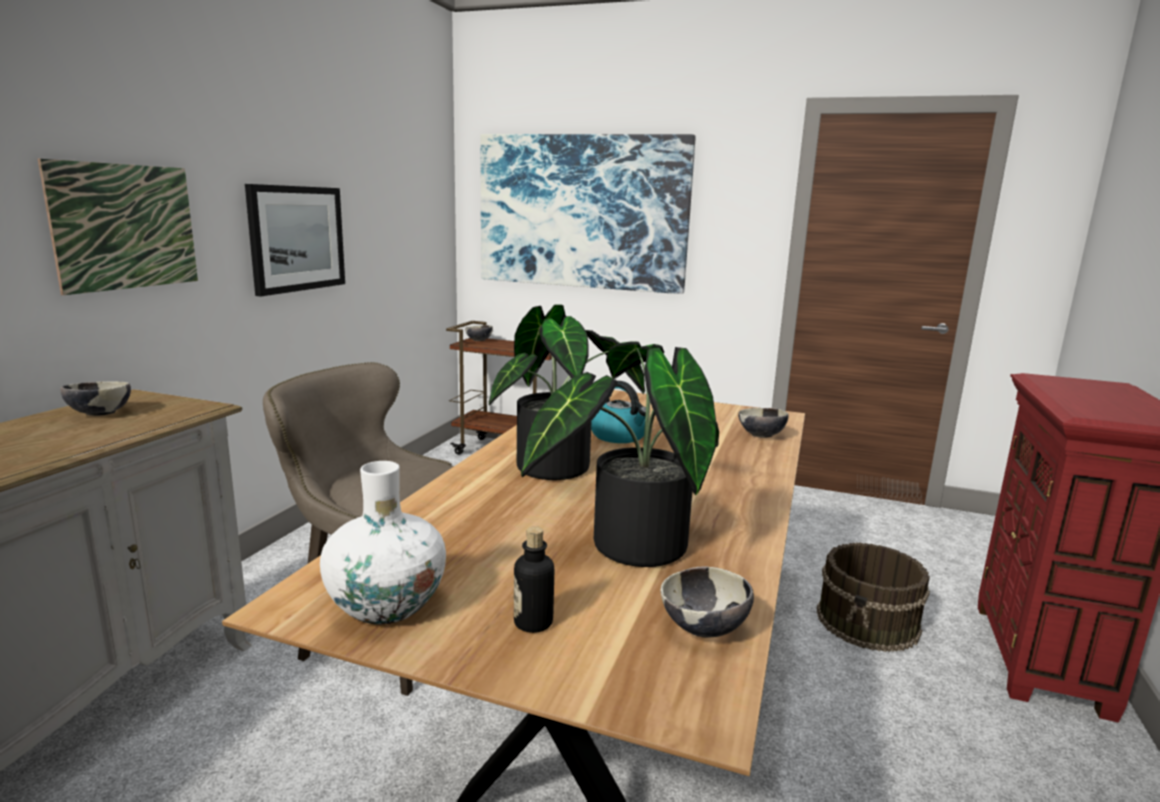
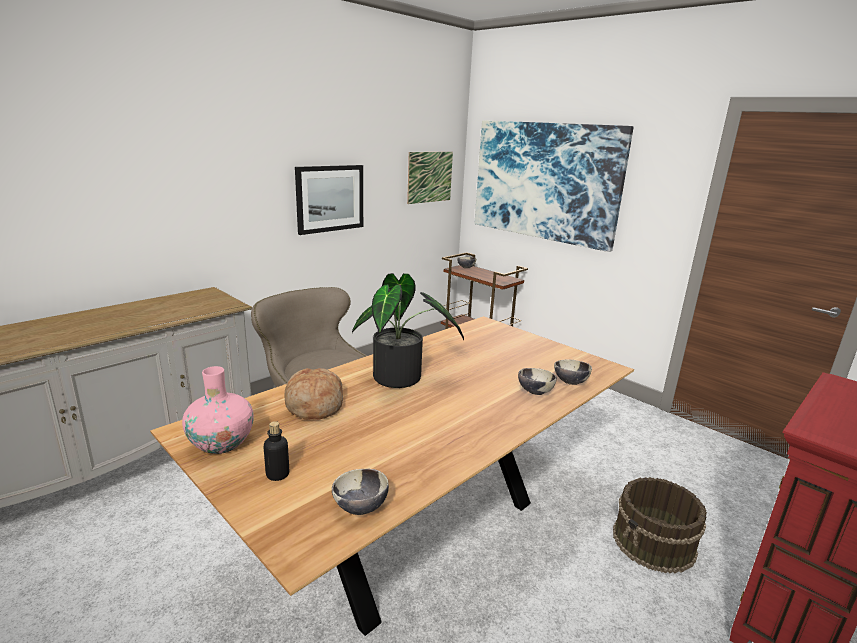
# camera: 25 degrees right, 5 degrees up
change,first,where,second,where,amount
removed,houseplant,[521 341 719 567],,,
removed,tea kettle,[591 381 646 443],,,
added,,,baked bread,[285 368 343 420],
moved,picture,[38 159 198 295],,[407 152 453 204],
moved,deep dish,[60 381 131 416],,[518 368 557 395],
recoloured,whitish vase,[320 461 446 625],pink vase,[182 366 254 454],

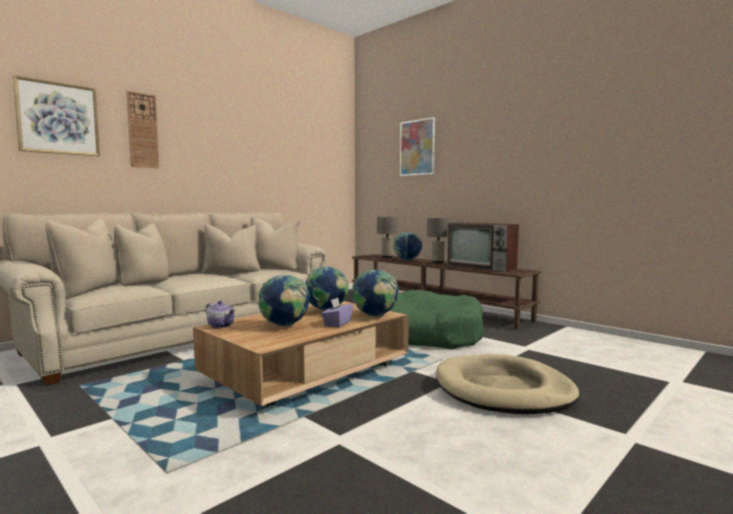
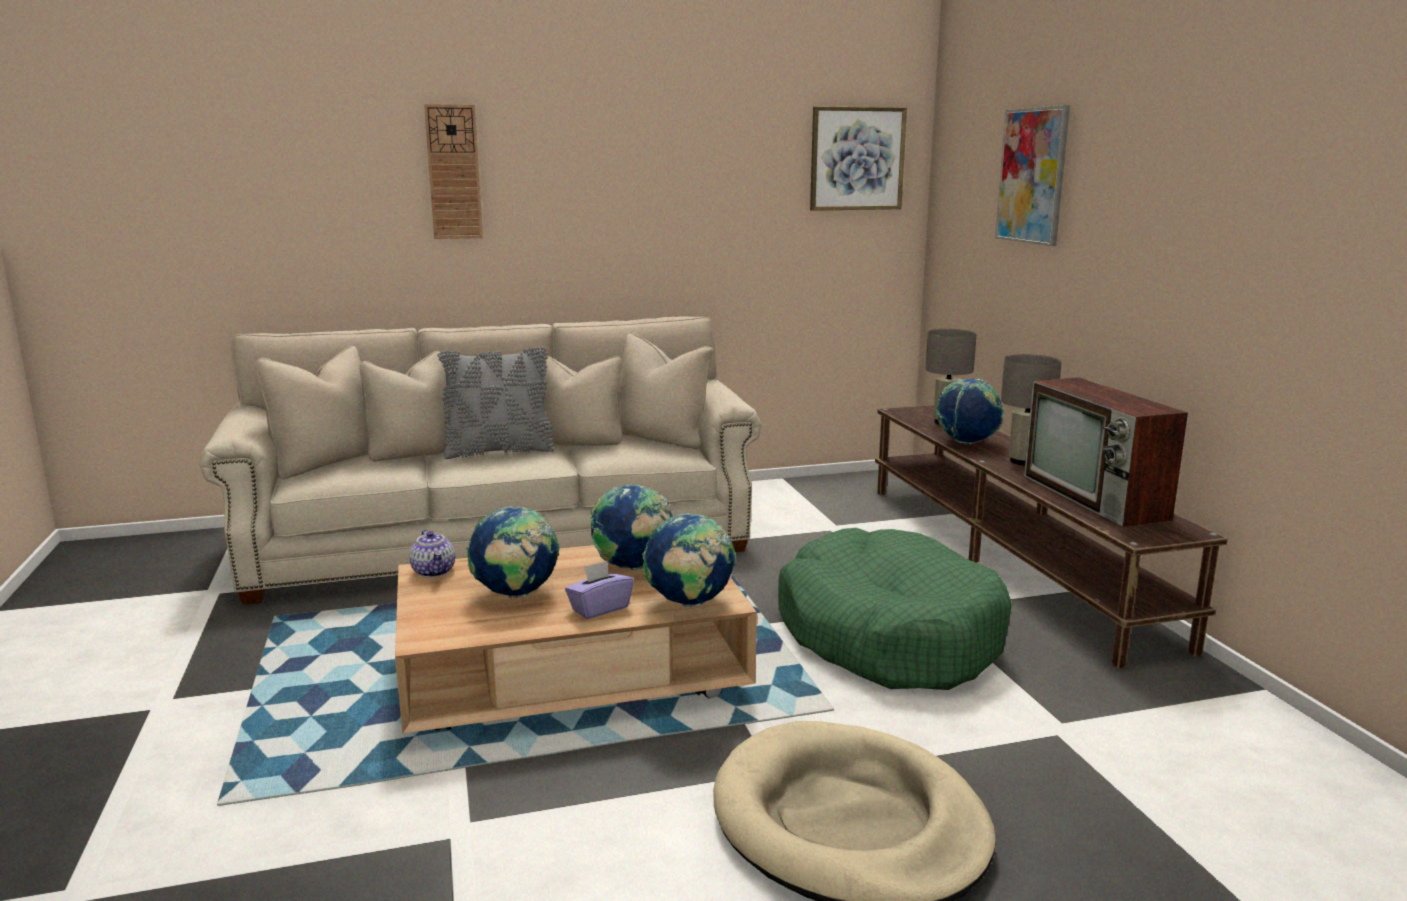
# camera: 30 degrees right, 10 degrees up
change,first,where,second,where,amount
added,,,gray pillow,[437 347 554 459],
moved,picture,[13 75 100 156],,[810 106 907 211],

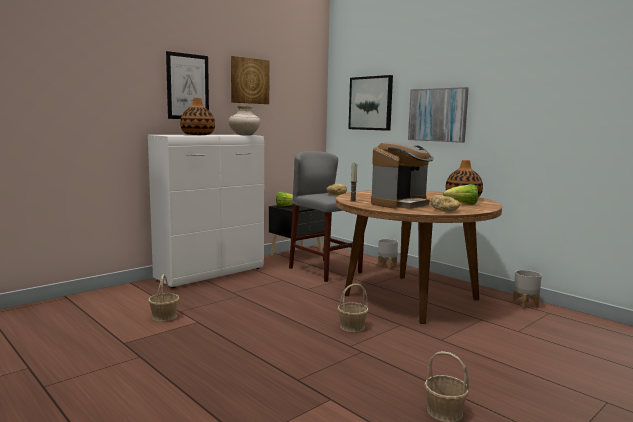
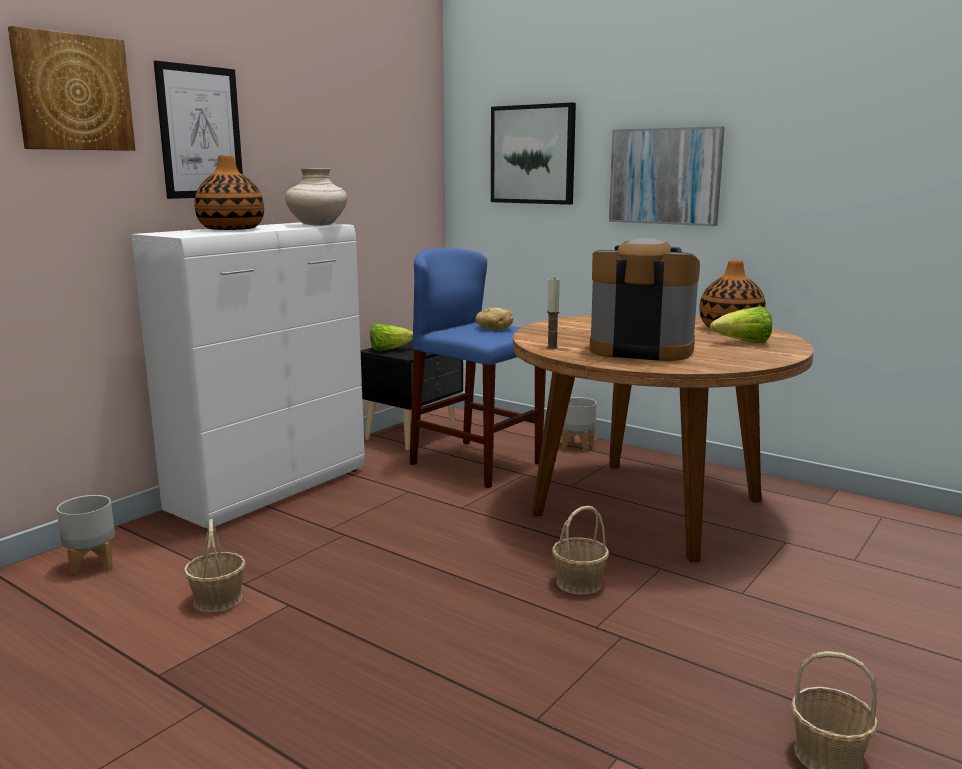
# camera: 10 degrees left, 5 degrees up
change,first,where,second,where,amount
removed,baked bread,[431 195 460 211],,,
moved,picture,[231 56 270 104],,[8 26 135 151],
moved,gray plant pot,[512 270 542 309],,[57 495 115 577],
recoloured,gray stool,[289 151 364 282],bluish stool,[410 248 546 488],
turned,coffee machine,[371 142 434 209],,[590 238 700 361],105 degrees counterclockwise

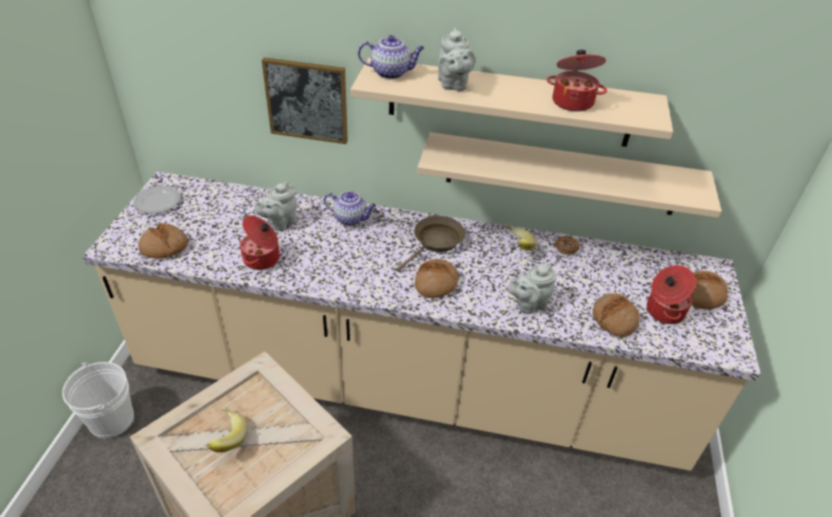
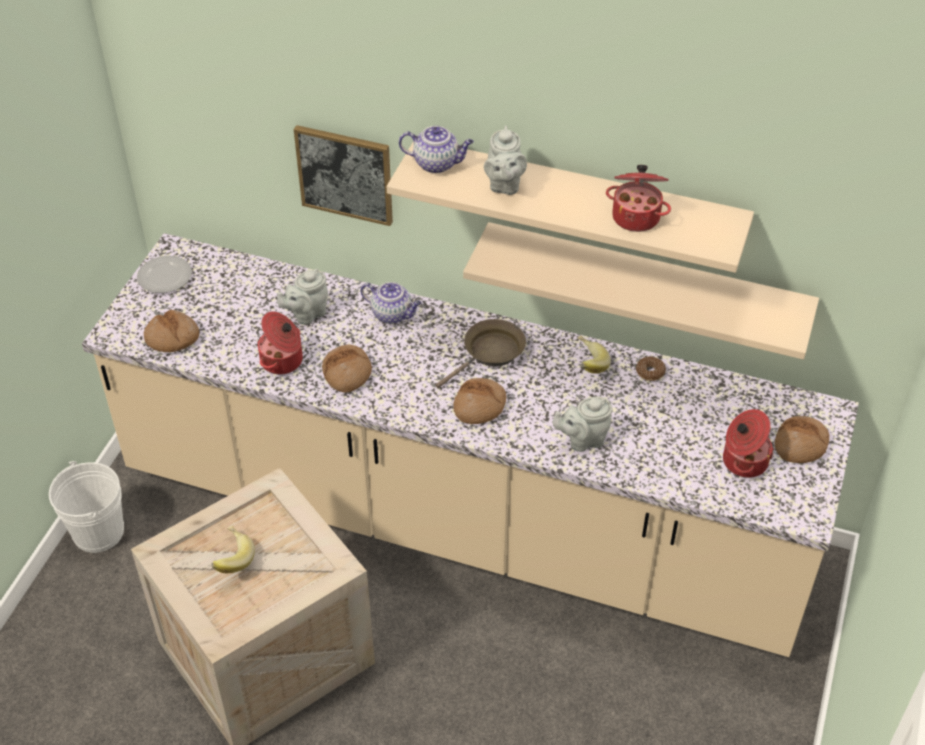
# camera: 10 degrees right, 5 degrees up
change,first,where,second,where,amount
moved,baked bread,[593 293 640 337],,[322 345 372 393],

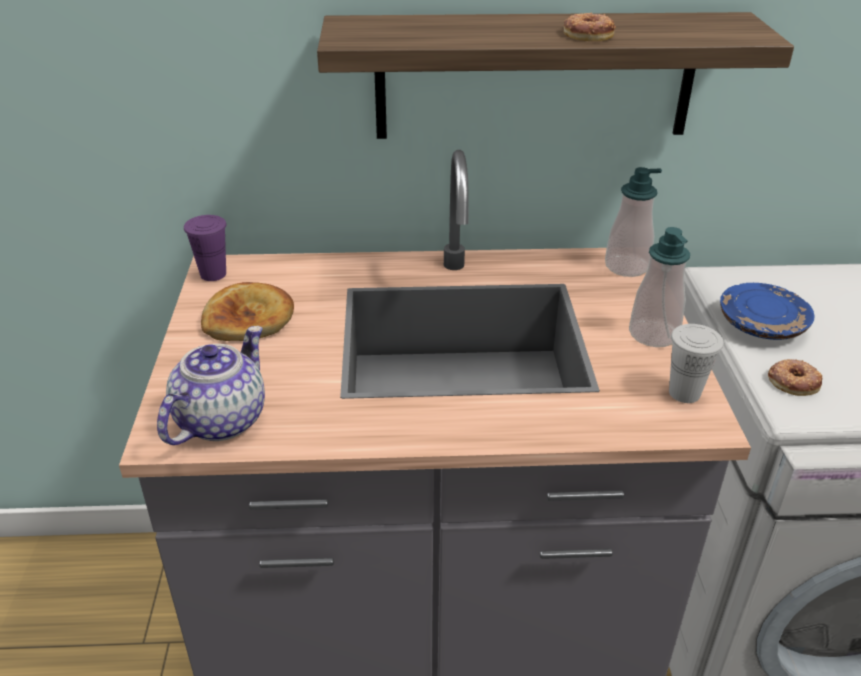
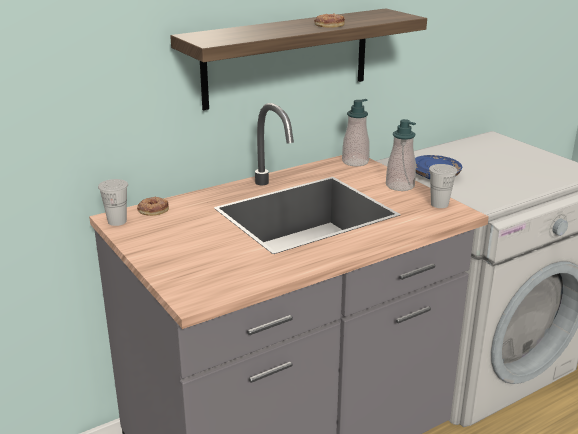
# camera: 30 degrees left, 10 degrees down
change,first,where,second,where,amount
removed,teapot,[157 326 265 445],,,
removed,baked bread,[201 282 294 341],,,
moved,ring doughnut,[768 359 822 396],,[137 196 169 216],
recoloured,purple-coloured cup,[184 215 227 281],whitish cup,[98 179 128 226],

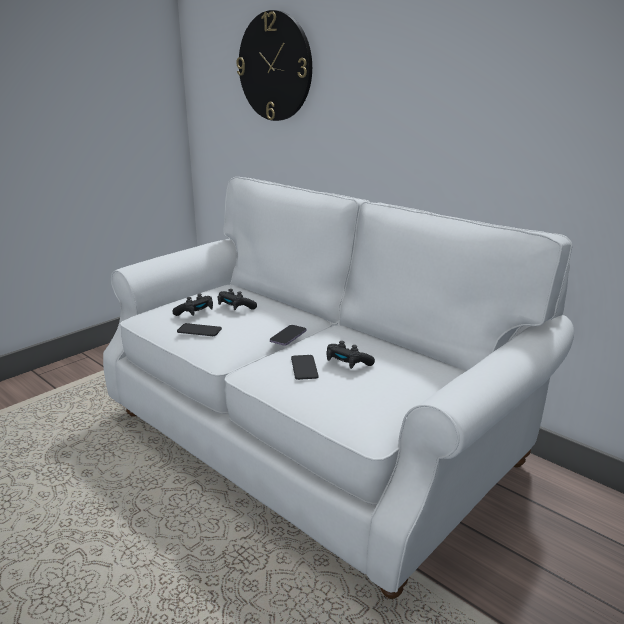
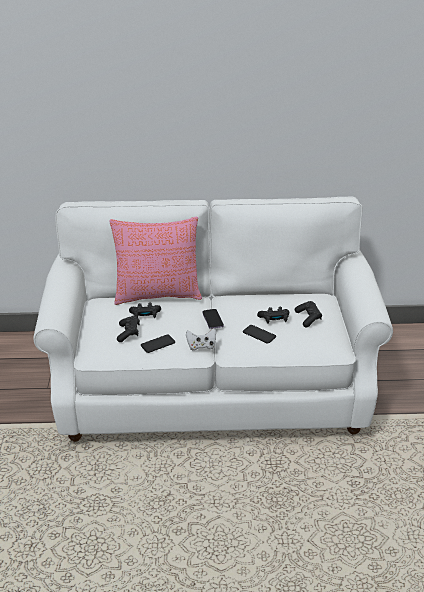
# camera: 45 degrees left, 10 degrees up
change,first,where,second,where,amount
removed,clock on the wall,[236 10 312 121],,,
added,,,pink pillow,[110 217 202 305],
added,,,whitish gamepad,[186 328 216 351],
added,,,black gamepad,[295 301 322 328],

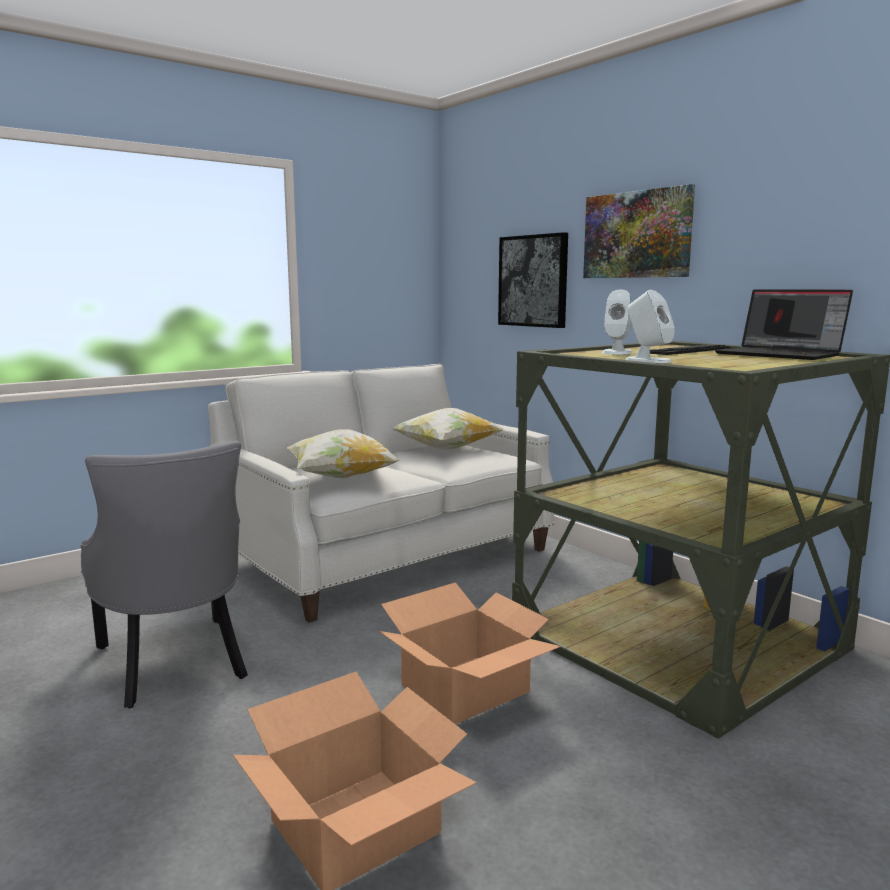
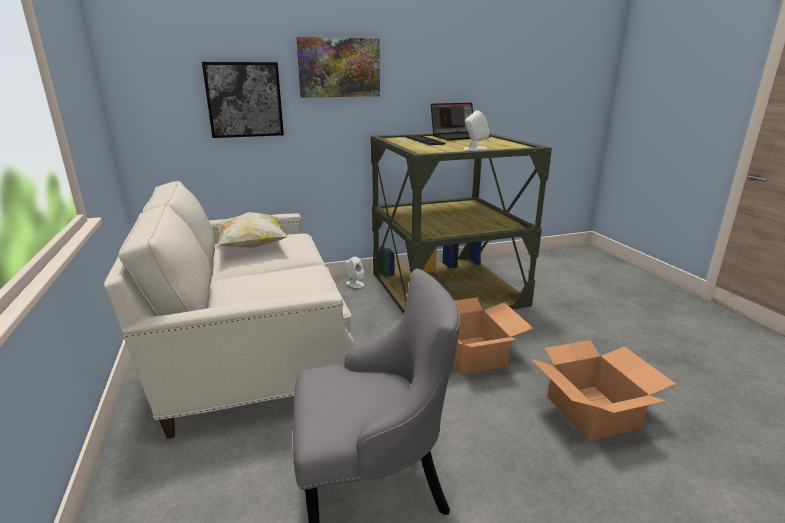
# camera: 70 degrees left, 10 degrees up
change,first,where,second,where,amount
removed,pillow,[286 429 400 478],,,
moved,whitish audio speaker,[602 290 632 355],,[346 257 365 288],

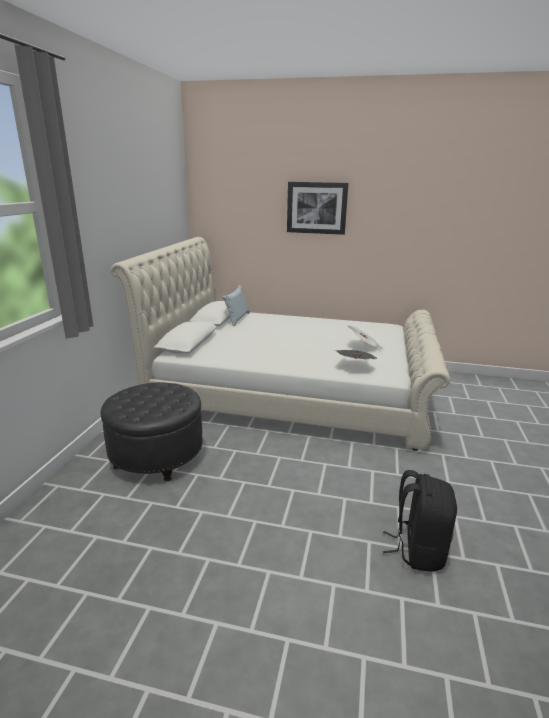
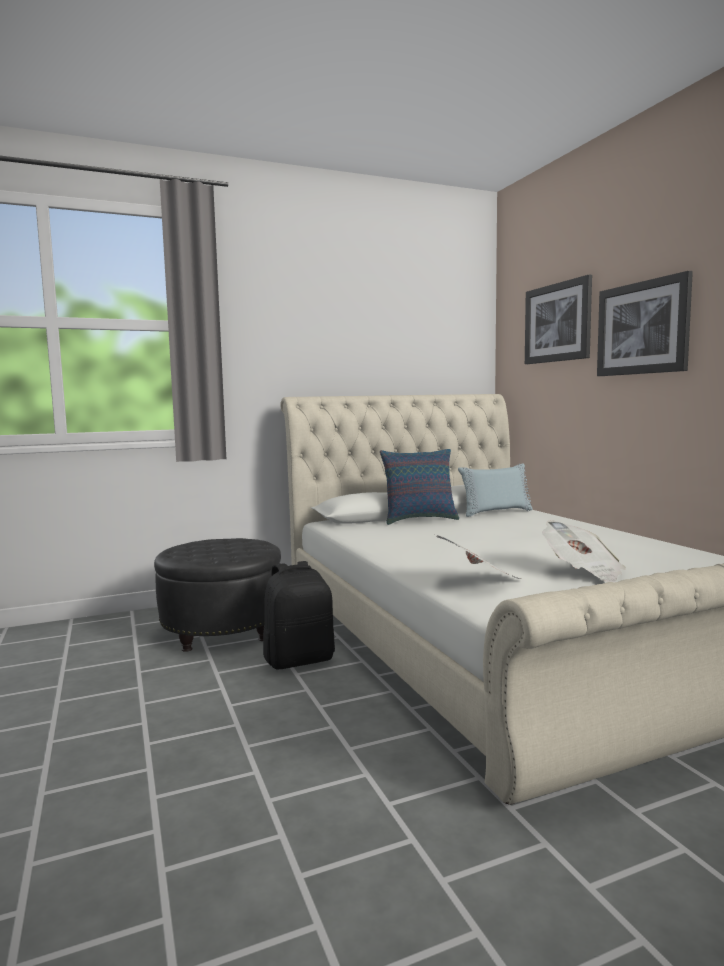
# camera: 55 degrees right, 15 degrees down
change,first,where,second,where,amount
added,,,bluish pillow,[380 449 459 525],
added,,,picture,[525 275 592 364],
moved,black knapsack,[383 470 457 572],,[263 561 335 669],

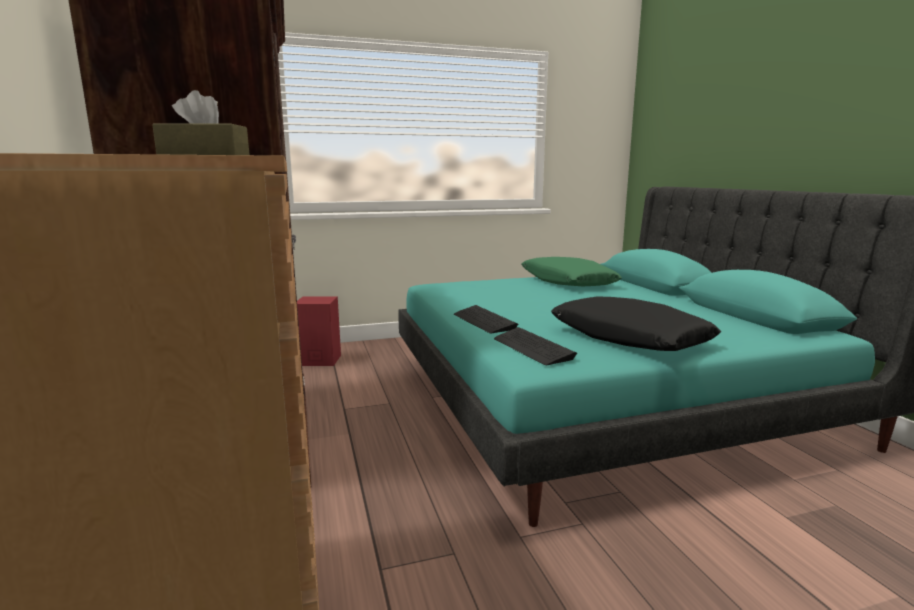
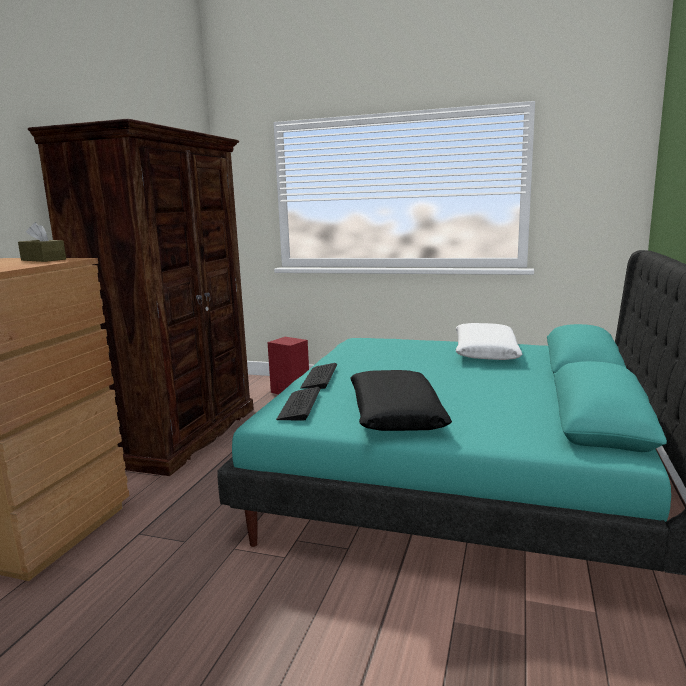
# camera: 35 degrees right, 0 degrees up
change,first,where,second,where,amount
recoloured,green pillow,[522 257 622 286],whitish pillow,[455 323 523 360],

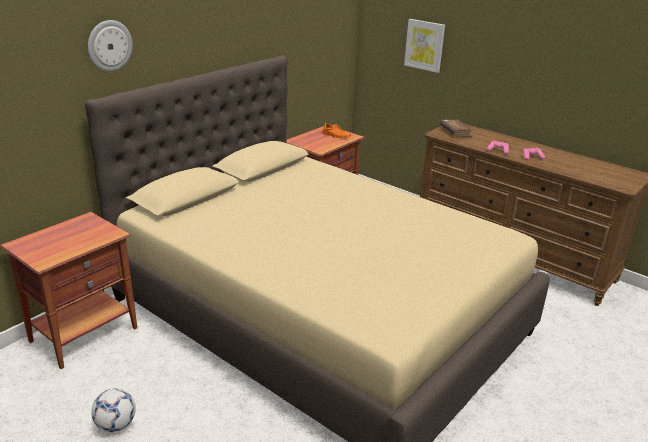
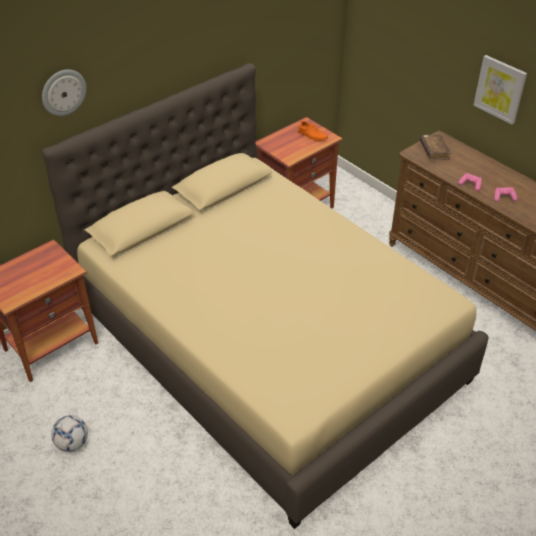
# camera: 10 degrees right, 15 degrees up
change,first,where,second,where,amount
moved,picture,[404 19 445 73],,[473 55 527 124],

